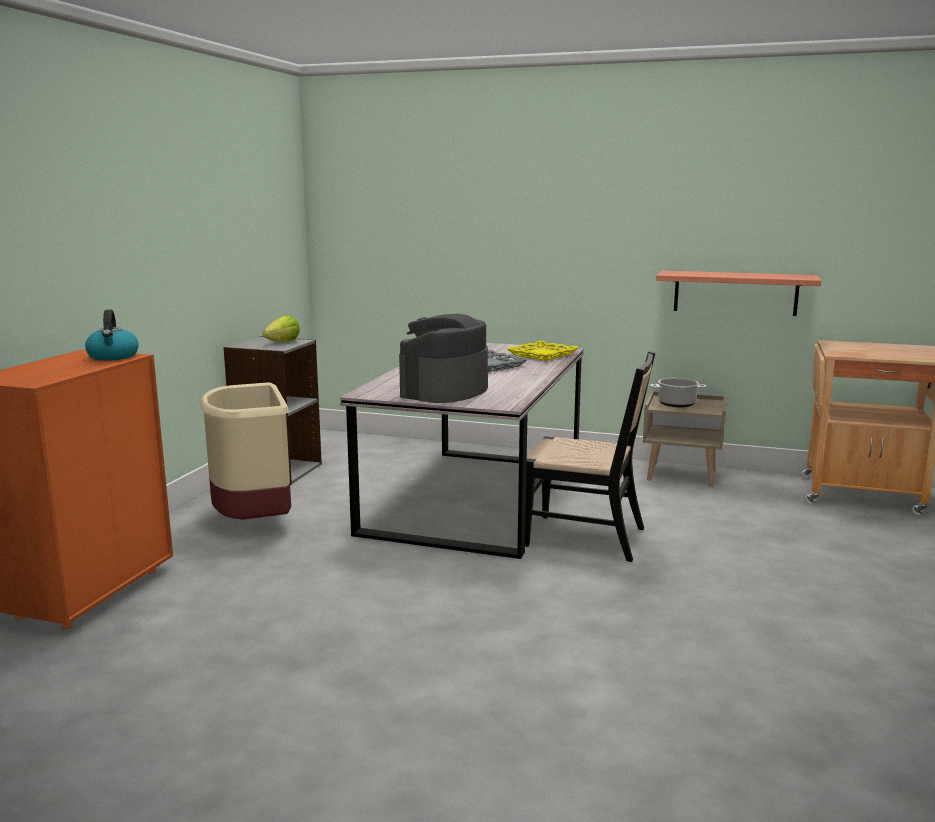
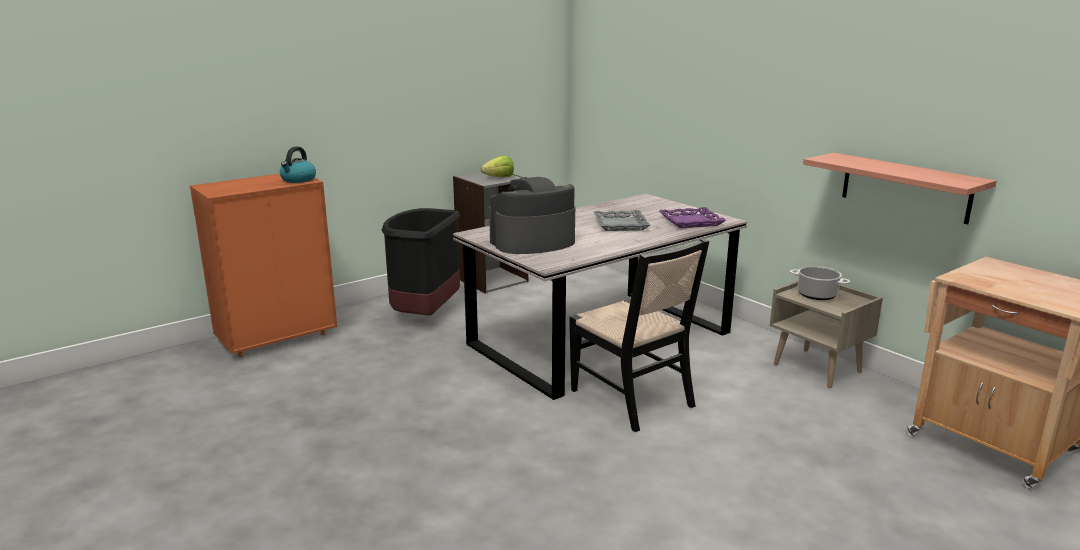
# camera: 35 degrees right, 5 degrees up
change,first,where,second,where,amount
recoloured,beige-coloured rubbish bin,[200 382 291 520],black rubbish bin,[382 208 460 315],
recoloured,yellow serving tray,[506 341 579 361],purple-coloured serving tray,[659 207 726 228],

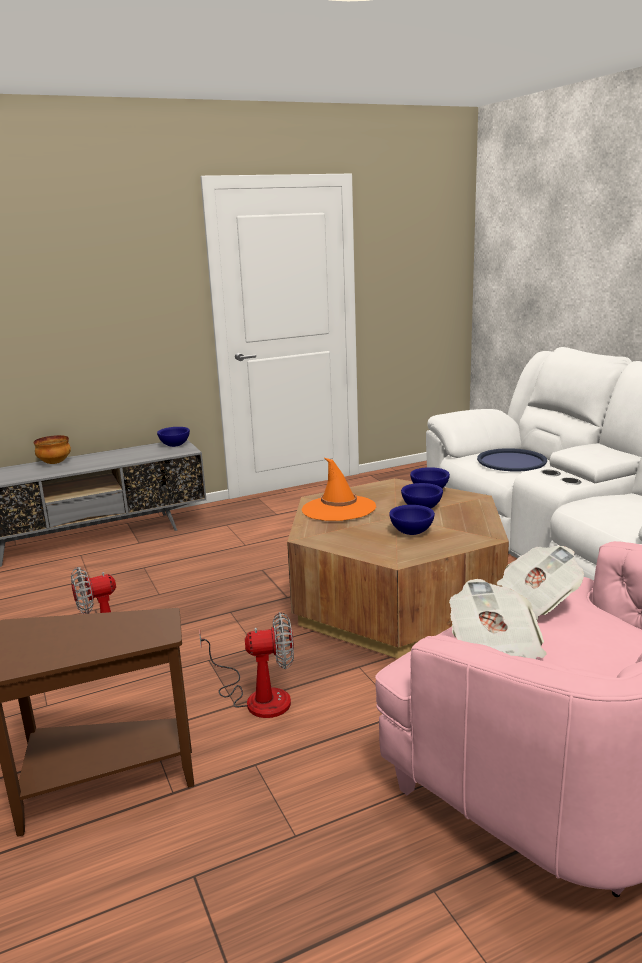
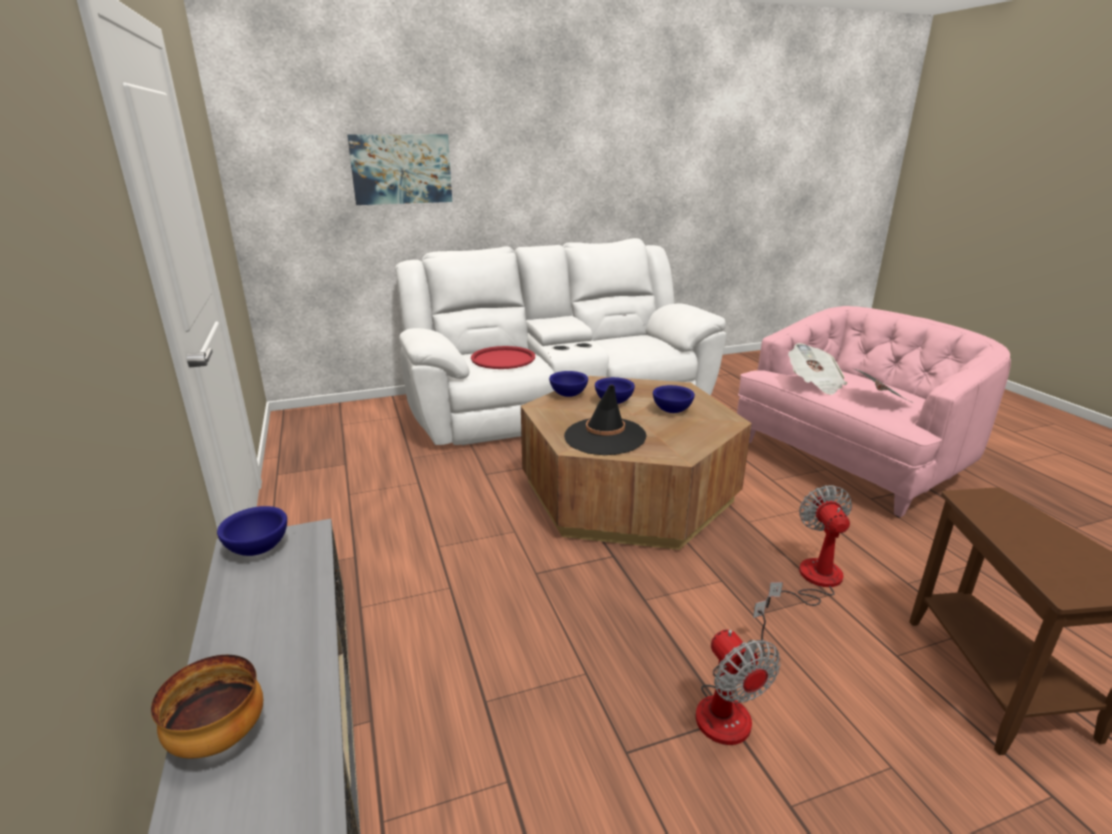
# camera: 85 degrees left, 5 degrees up
change,first,where,second,where,amount
added,,,picture,[347 134 452 205],
recoloured,orangey hat,[302 458 376 521],black hat,[564 385 647 455],
recoloured,bluish serving tray,[477 448 547 471],reddish serving tray,[471 346 535 369],

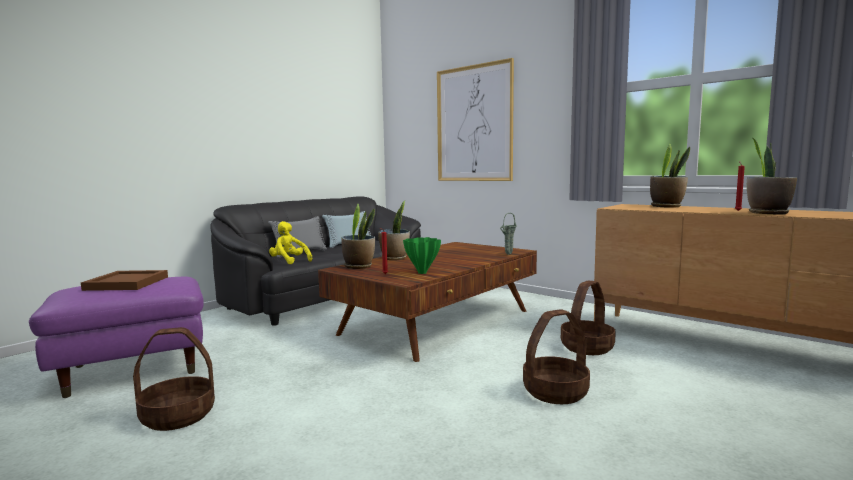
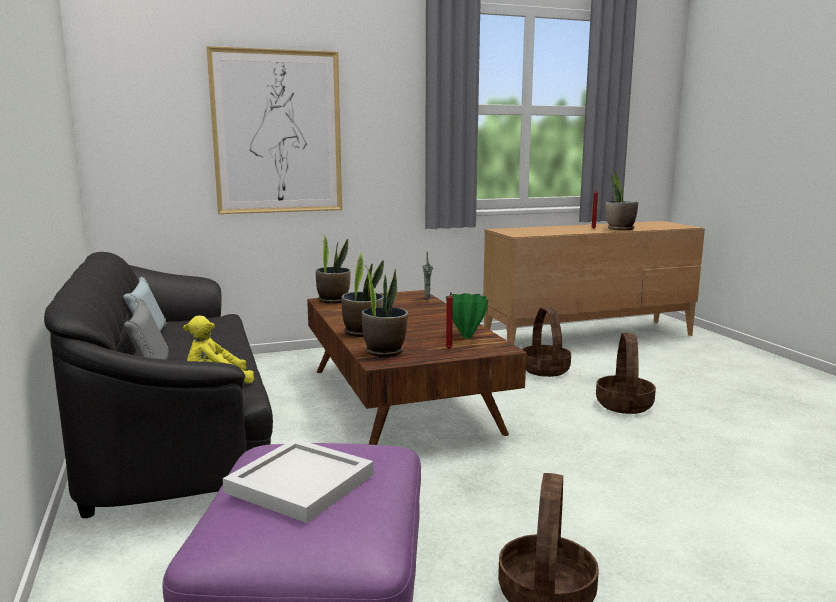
# camera: 60 degrees left, 5 degrees up
change,first,where,second,where,amount
moved,houseplant,[650 144 690 208],,[316 234 351 304],
recoloured,brown-coloured serving tray,[81 270 168 291],whitish serving tray,[223 439 373 523],

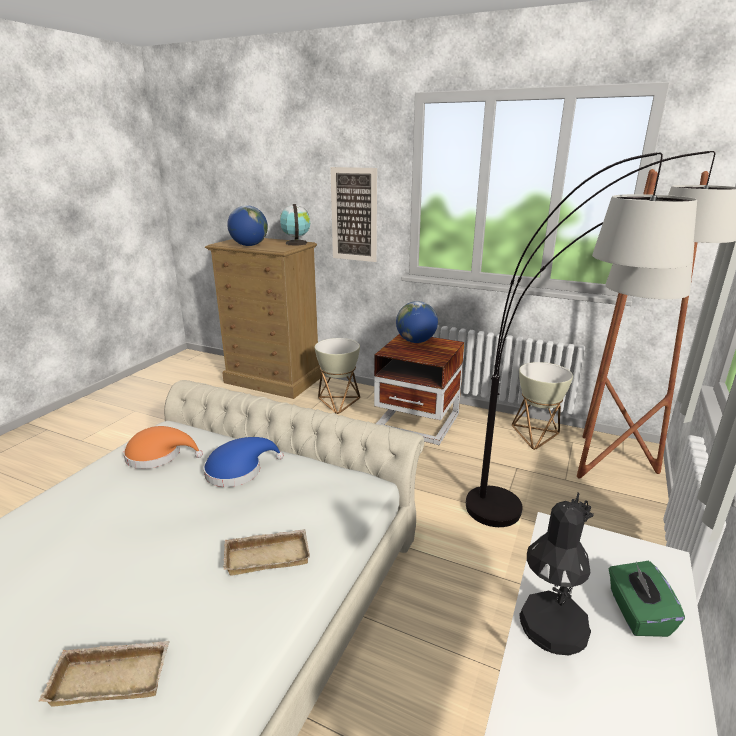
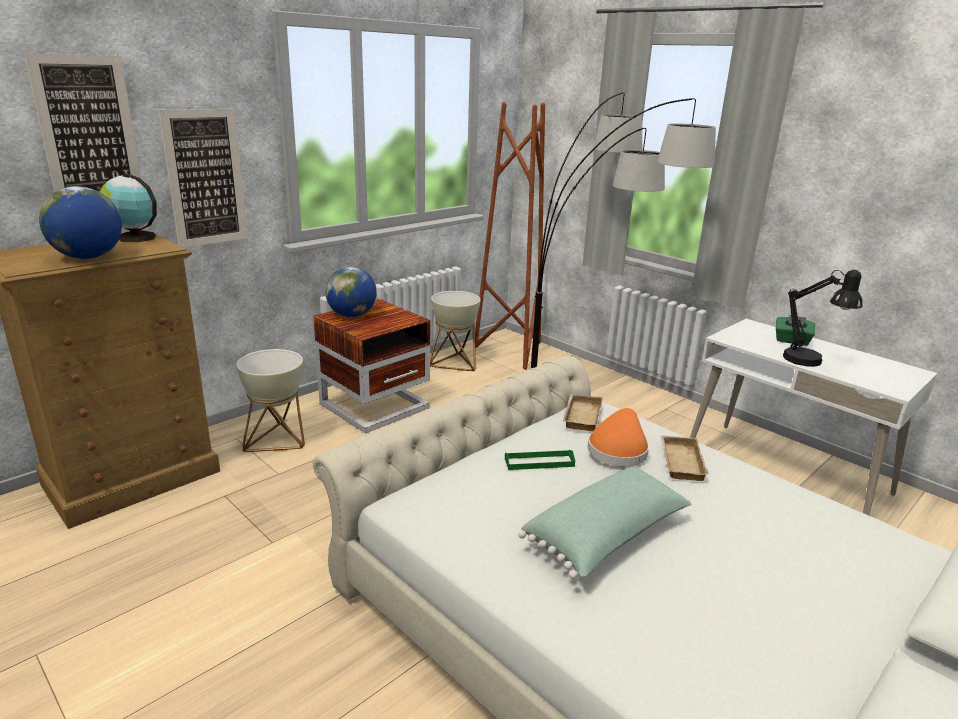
# camera: 70 degrees left, 0 degrees up
change,first,where,second,where,amount
added,,,picture,[24 53 141 192],
added,,,green pillow,[518 467 691 579],
moved,beige-coloured serving tray,[38 641 170 707],,[563 394 603 431],
moved,orangey hat,[123 426 203 469],,[588 408 649 466],
replaced,bluish hat,[203 437 284 487],green serving tray,[505 450 575 470],

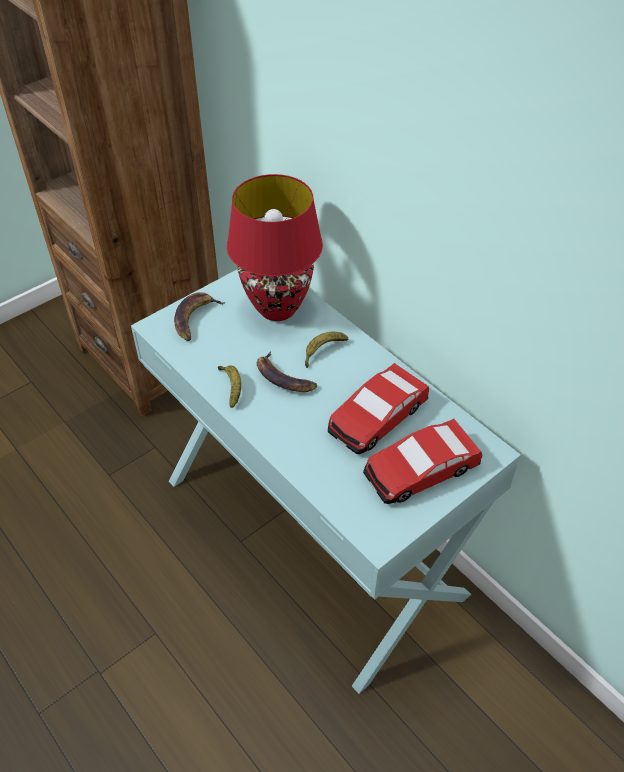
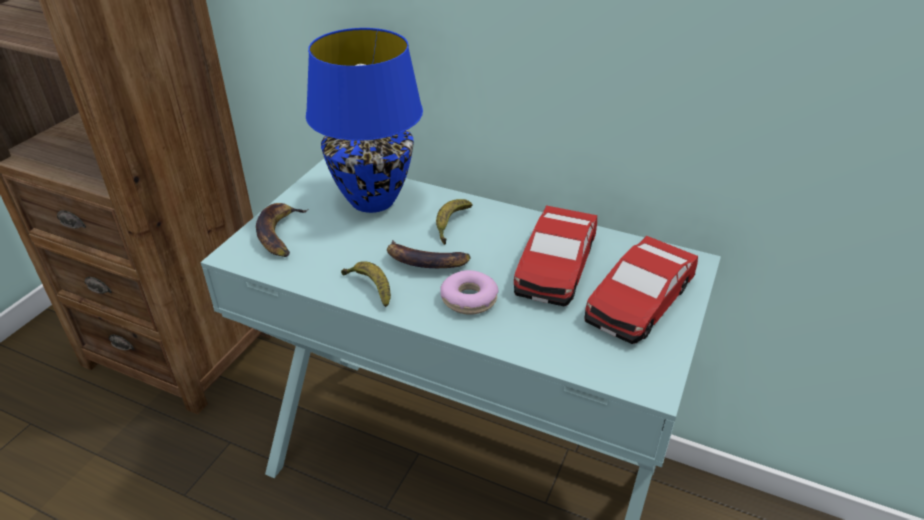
# camera: 25 degrees left, 10 degrees down
change,first,where,second,where,amount
added,,,ring doughnut,[440 270 498 315],
recoloured,reddish table lamp,[227 174 323 321],bluish table lamp,[306 28 423 213],

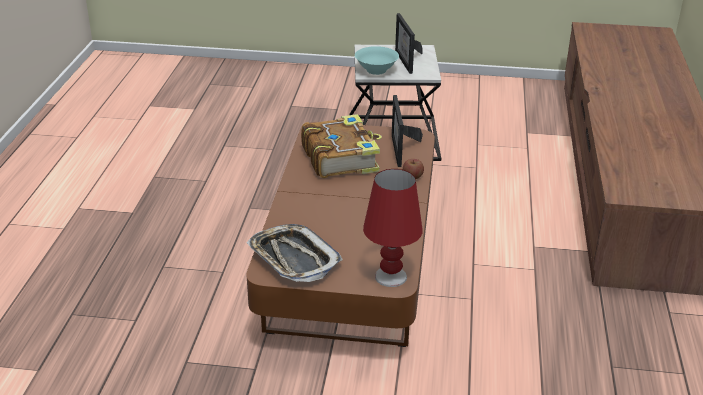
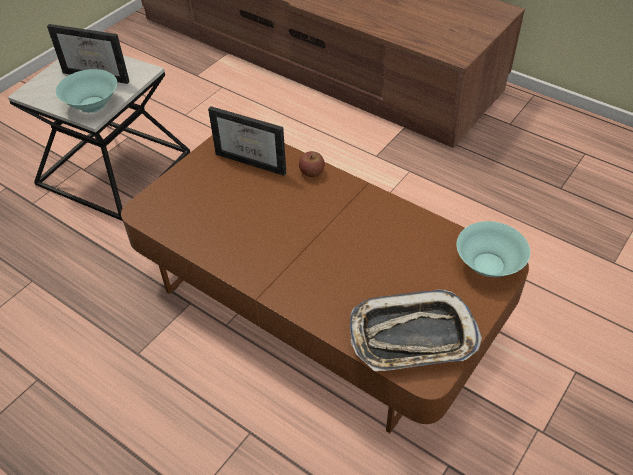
# camera: 60 degrees left, 15 degrees up
change,first,where,second,where,amount
removed,book,[301 114 382 178],,,
replaced,reddish table lamp,[363 169 423 287],blue-green deep dish,[457 221 530 277],

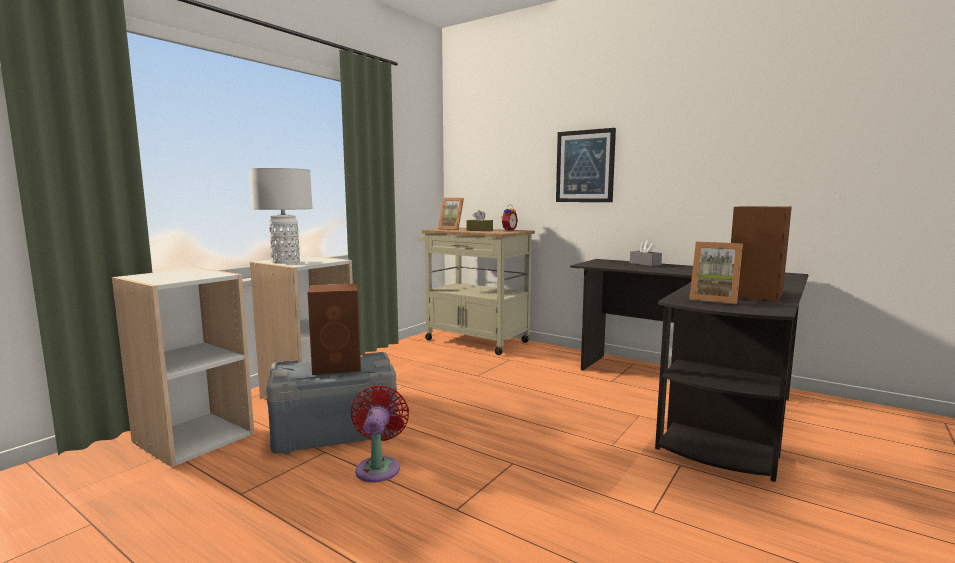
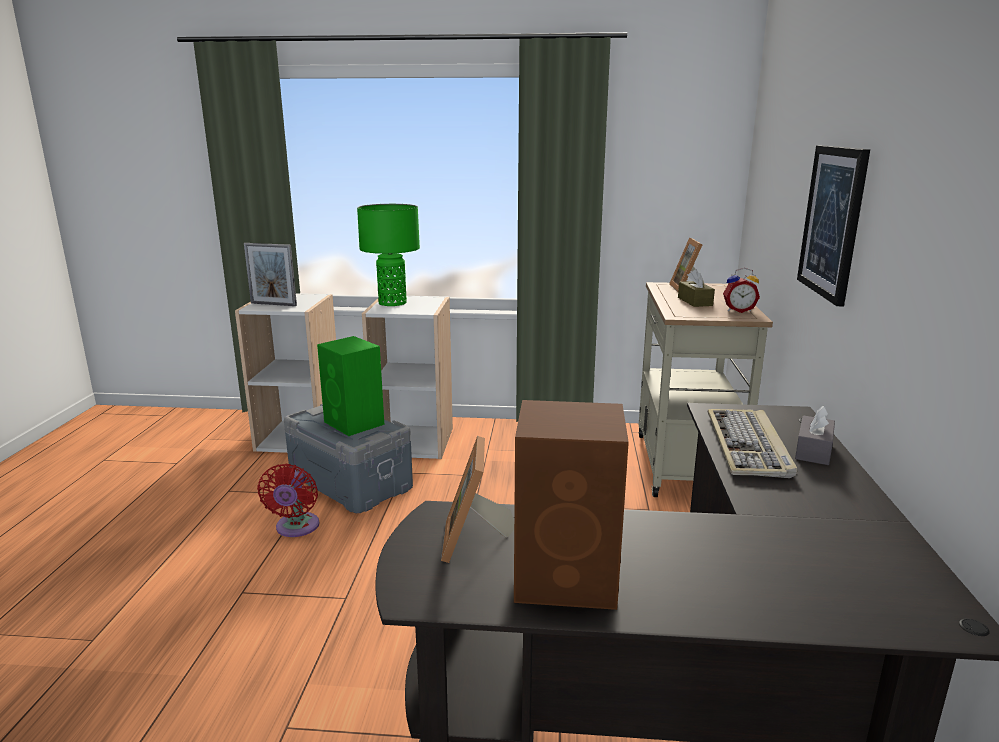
# camera: 60 degrees right, 10 degrees up
change,first,where,second,where,amount
added,,,standing frame,[244 243 297 306],
added,,,computer keyboard,[707 409 797 478],
recoloured,whitish table lamp,[249 168 313 264],green table lamp,[357 204 420 306],
recoloured,brown-coloured audio speaker,[307 283 361 375],green audio speaker,[317 336 384 436],
turned,reddish electric fan,[351 385 409 482],,[257 463 319 537],120 degrees clockwise

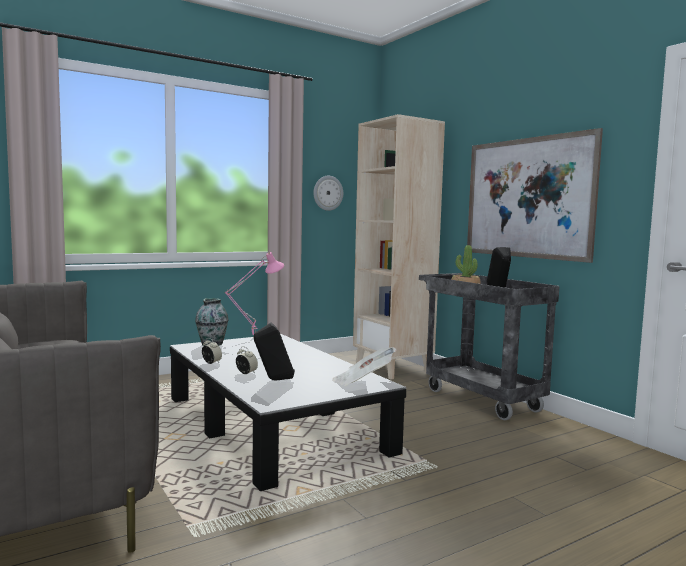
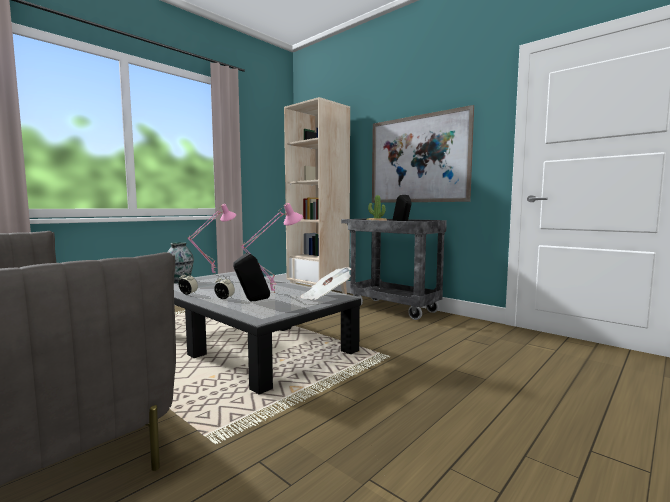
# camera: 15 degrees left, 0 degrees up
change,first,where,second,where,amount
removed,clock on the wall,[313 176 343 211],,,
added,,,pink table lamp,[241 203 303 293],

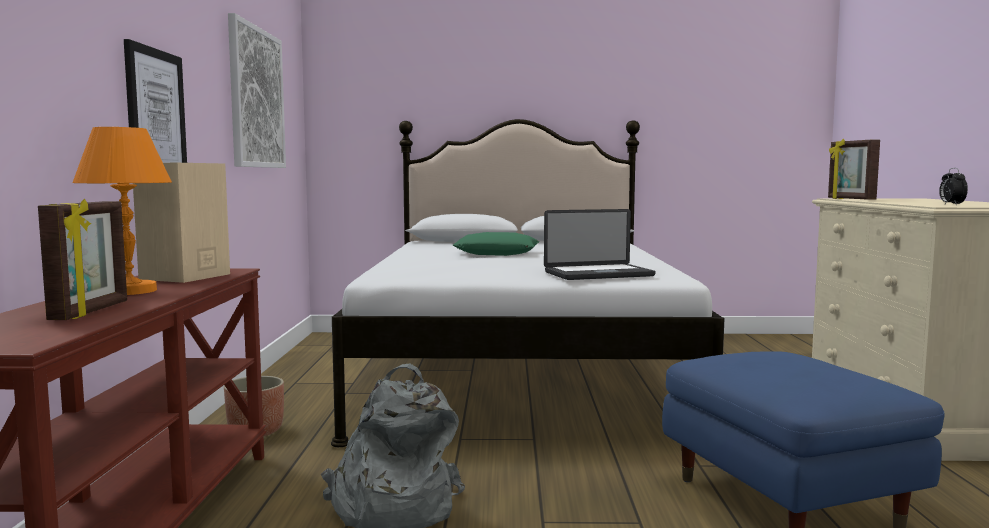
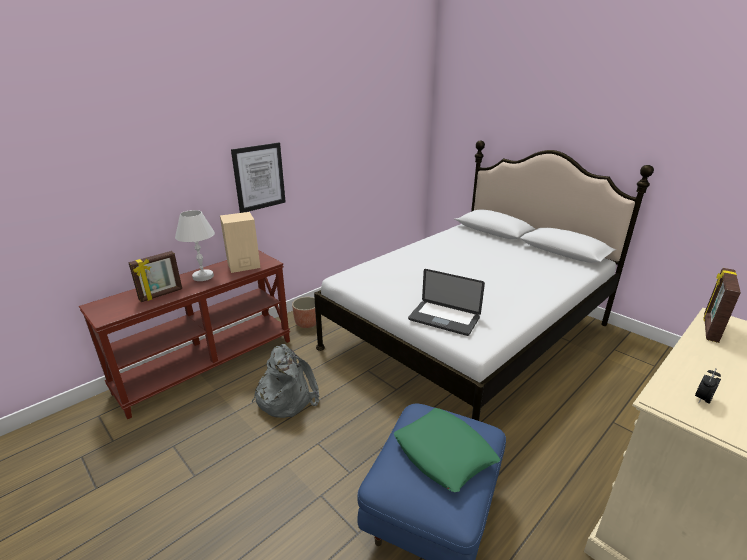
# camera: 45 degrees right, 20 degrees up
change,first,where,second,where,amount
removed,picture,[228 13 286 168],,,
moved,green pillow,[453 232 539 256],,[394 408 500 492],
recoloured,orangey table lamp,[72 127 172 295],whitish table lamp,[175 210 215 281],

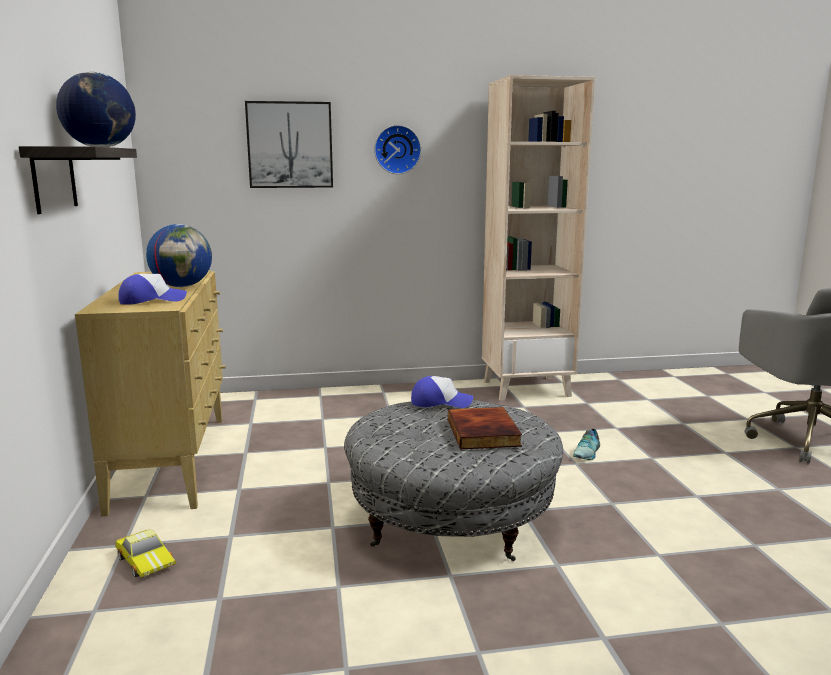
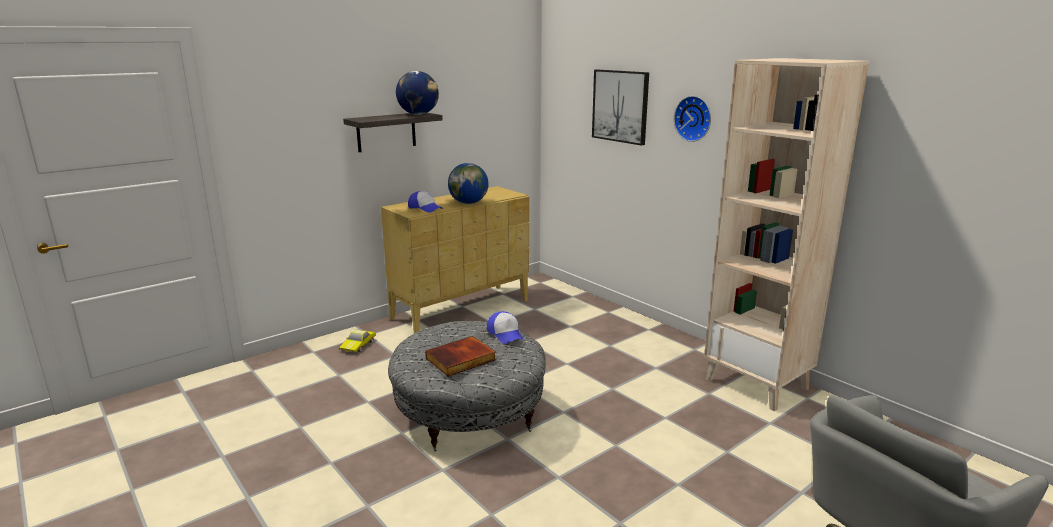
# camera: 60 degrees right, 5 degrees up
change,first,where,second,where,amount
removed,shoe,[573 429 600 460],,,

